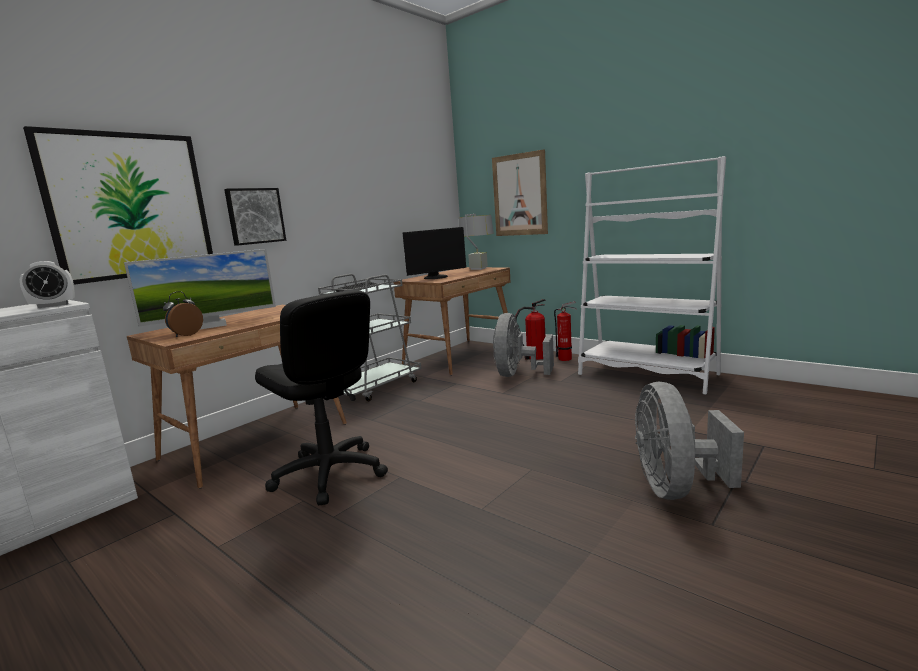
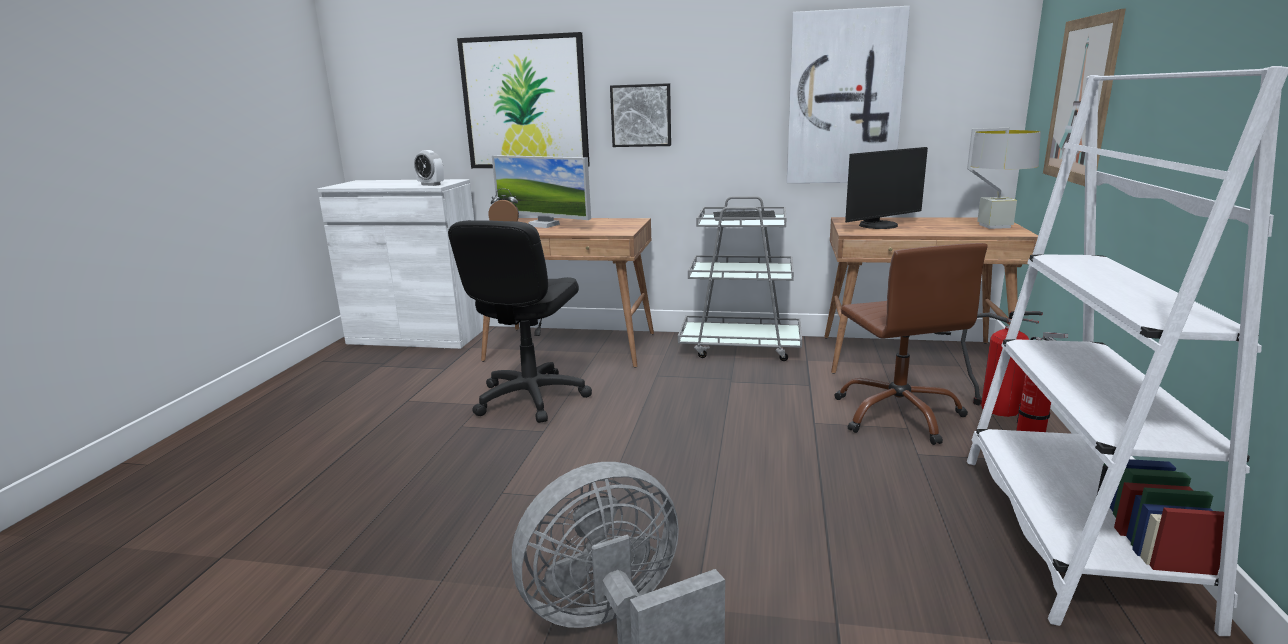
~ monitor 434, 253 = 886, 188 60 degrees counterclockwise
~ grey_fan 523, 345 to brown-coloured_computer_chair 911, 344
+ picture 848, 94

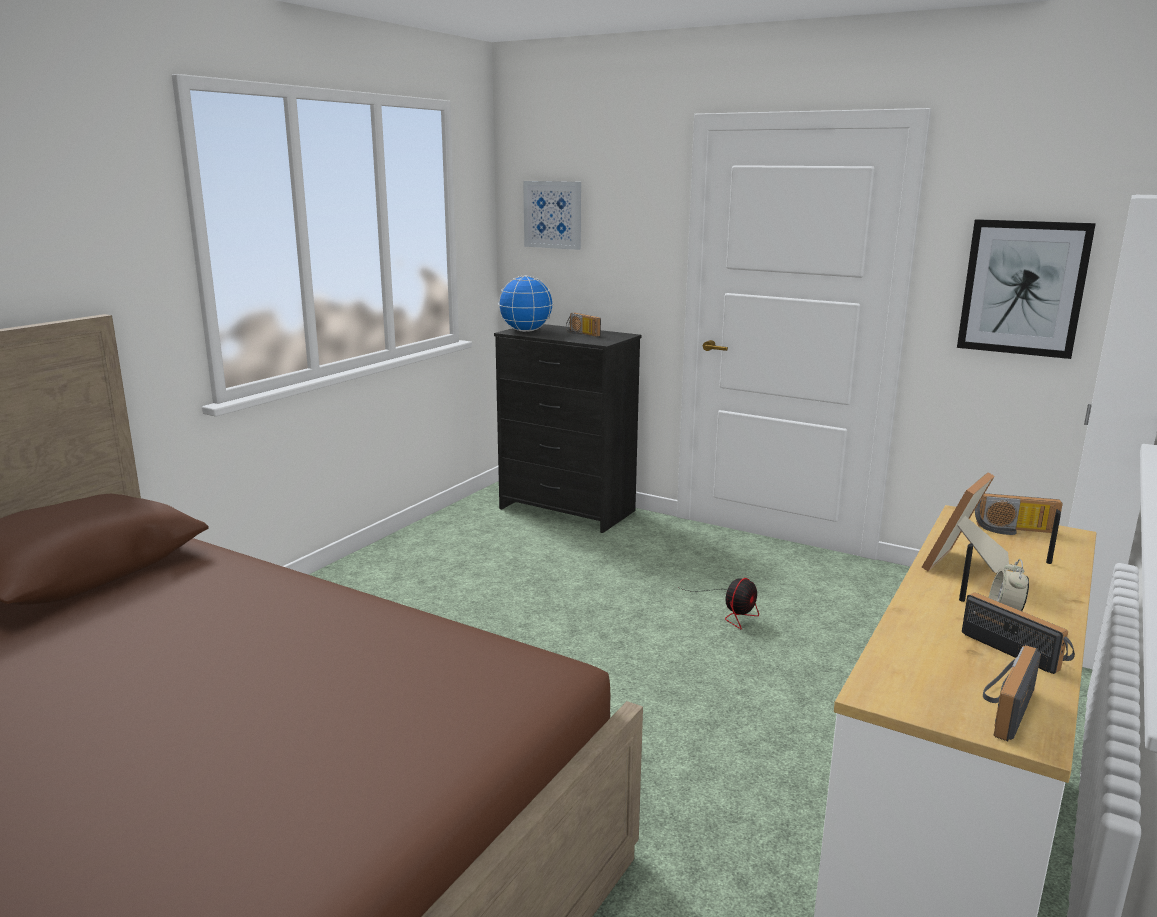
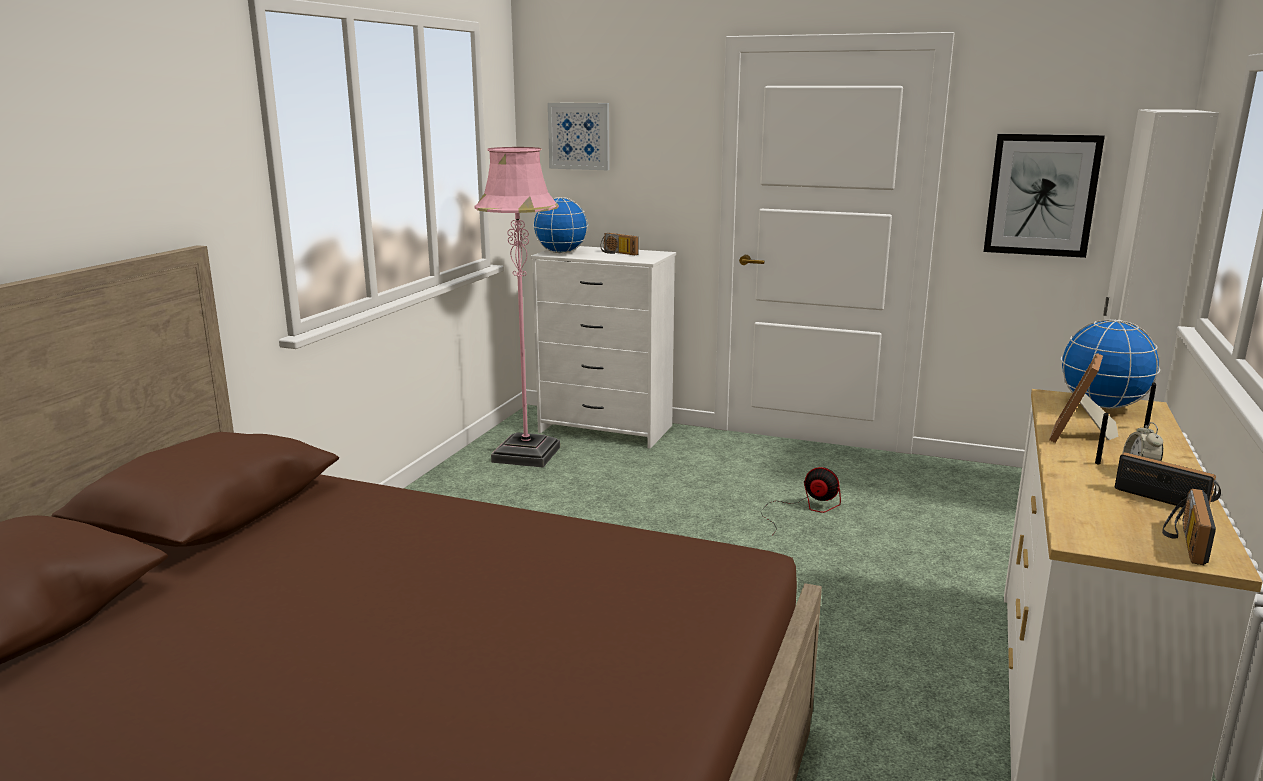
~ black_dresser 568, 428 to white-coloured_dresser 603, 347
~ fan 719, 603 = 801, 500 90 degrees counterclockwise
~ radio 1019, 514 to desk_globe 1110, 364
+ pinkish_floor_lamp 517, 307

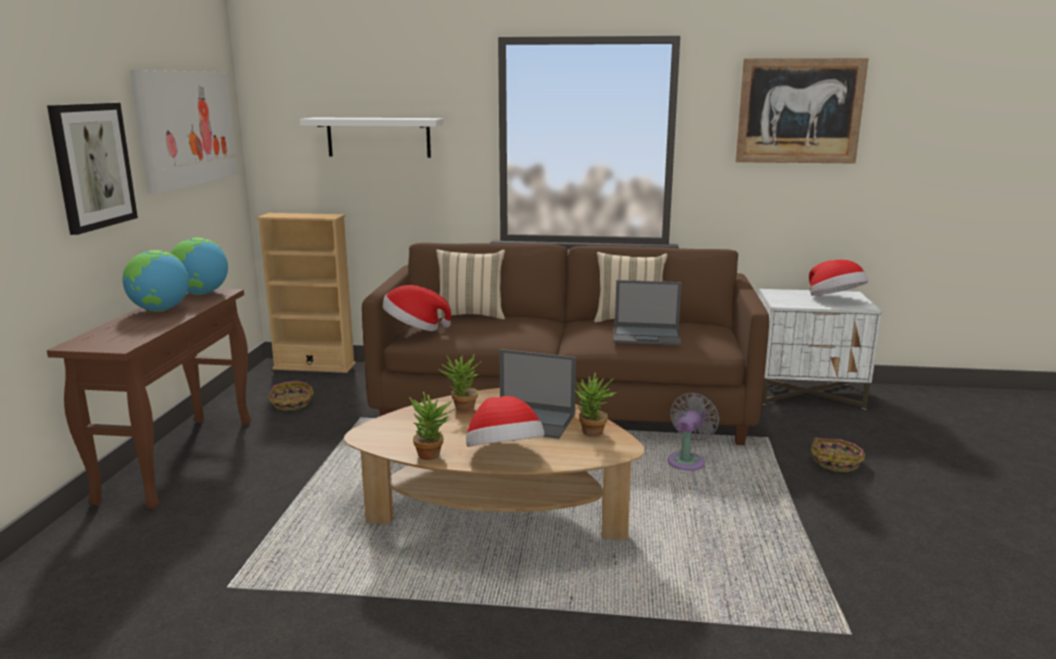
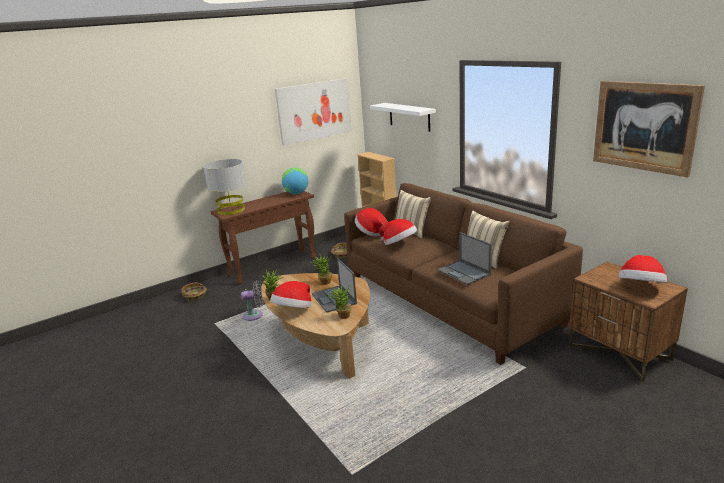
- picture 92, 169
- desk_globe 156, 281
~ grey_fan 693, 431 to 252, 301
~ white-coloured_nightstand 820, 349 to brown-coloured_nightstand 628, 322
~ storage_basket 838, 454 to 196, 291
+ grey_tabletop_lamp 224, 187
+ wearable_hat 398, 232

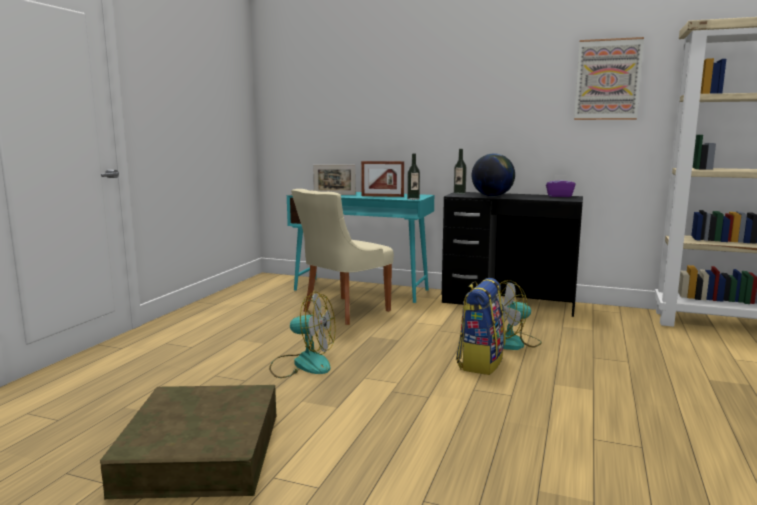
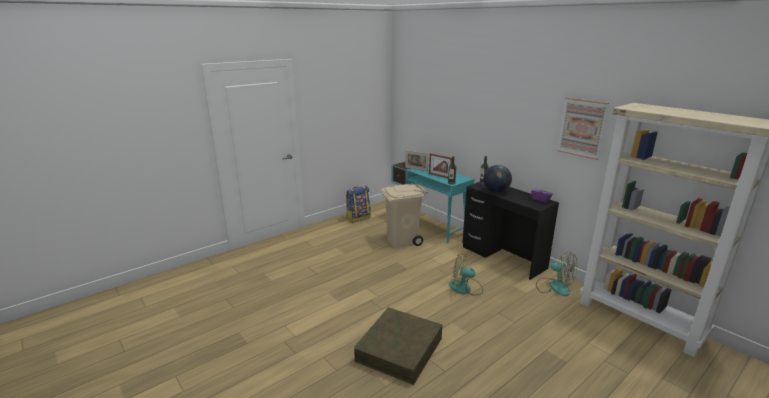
~ brown-coloured_storage_container 188, 442 to 398, 346
~ fan 302, 335 to 556, 273
~ beige-coloured_plain_chair 342, 257 to beige-coloured_waste_bin 404, 216
~ knapsack 480, 326 to 358, 204

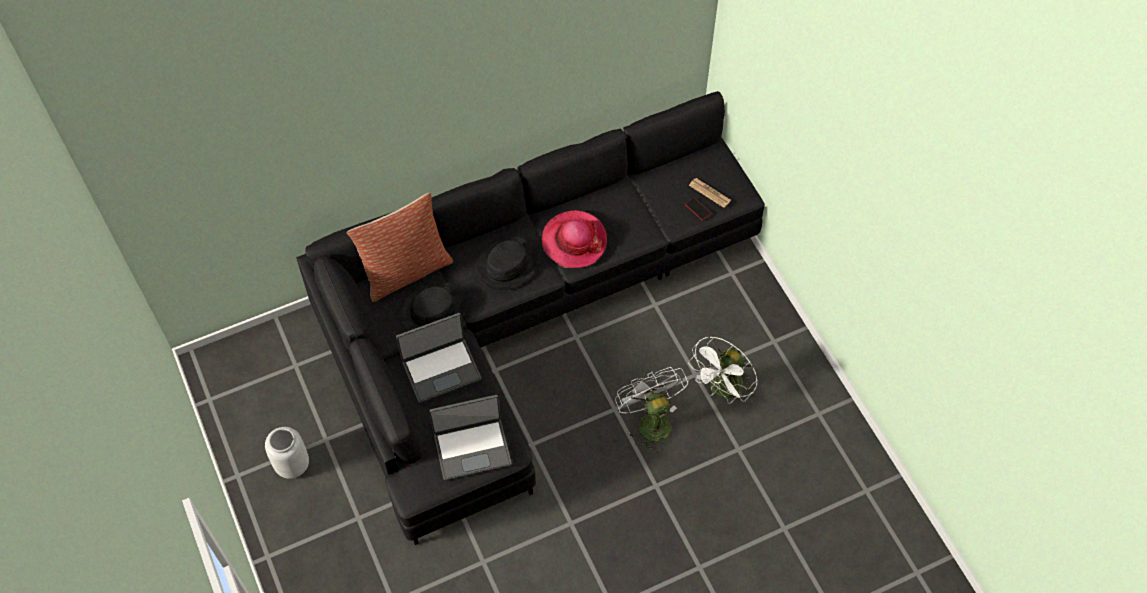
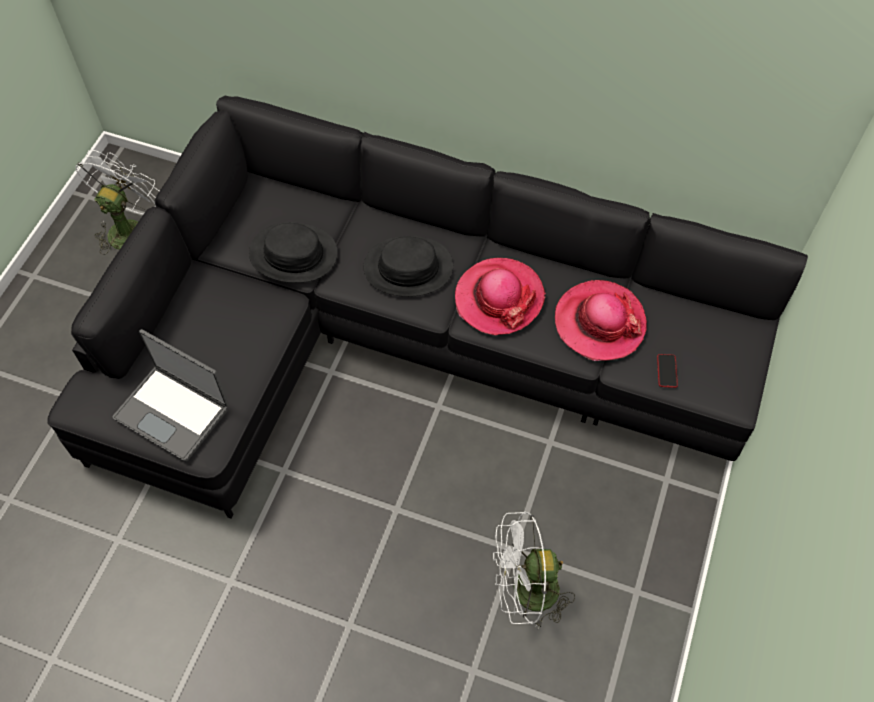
- grey_decorative_vase 287, 453
- cushion 400, 247
- notebook_computer 438, 358
~ white-coloured_fan 651, 410 to 117, 202
- newspaper 710, 193
+ wearable_hat 601, 320

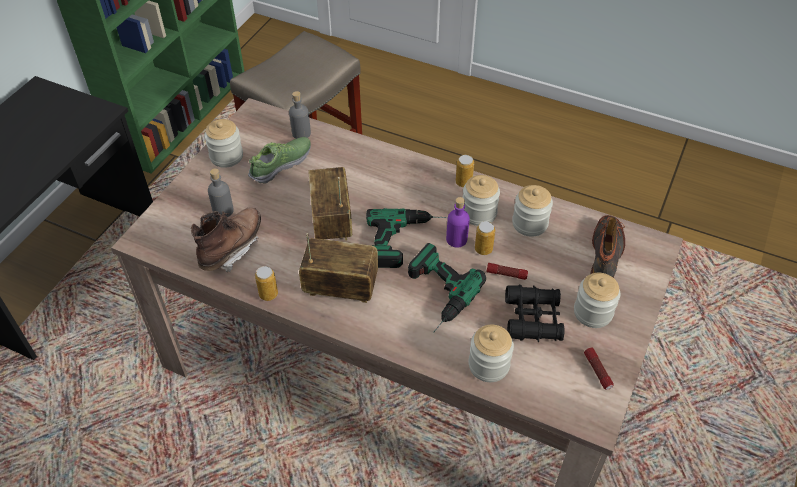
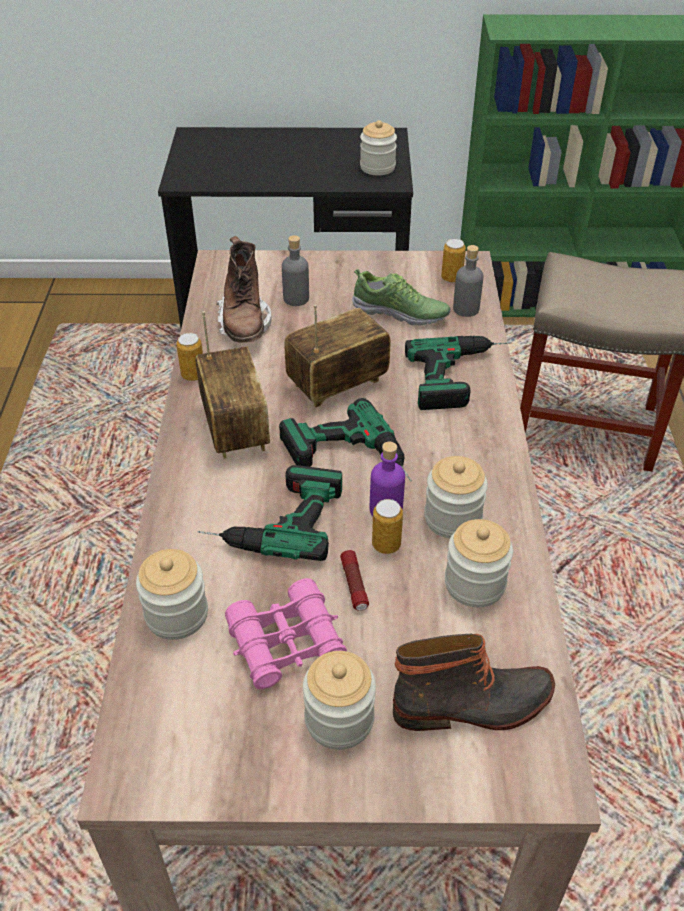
~ brown-coloured_high-top_boot 226, 239 = 244, 289 75 degrees clockwise
~ jar 223, 143 to 378, 147
~ sealed_can 465, 171 to 453, 260
~ black_field_glasses 535, 313 to pinkish_field_glasses 286, 633
- flashlight 599, 369
+ drill 458, 373

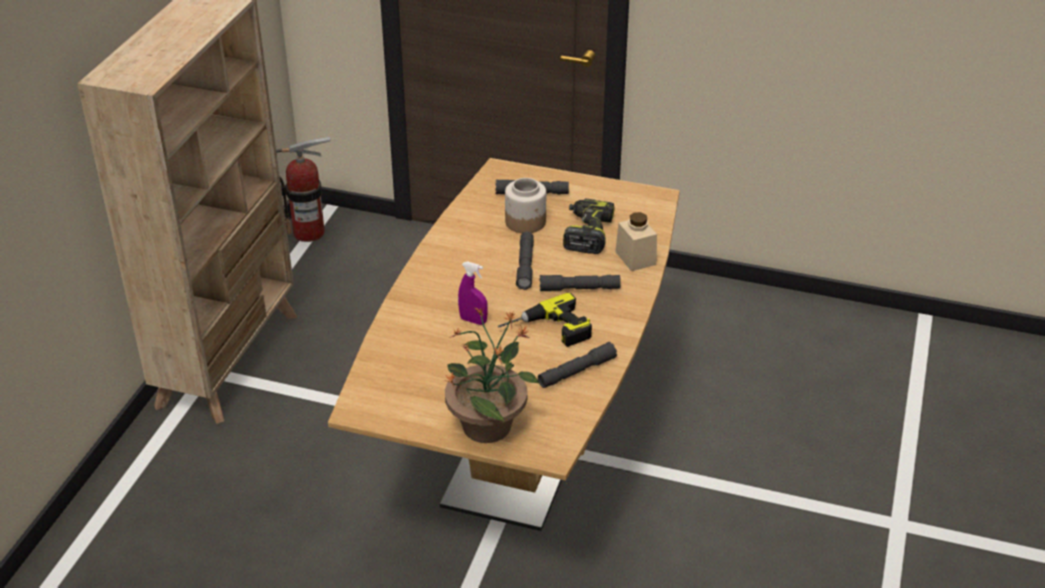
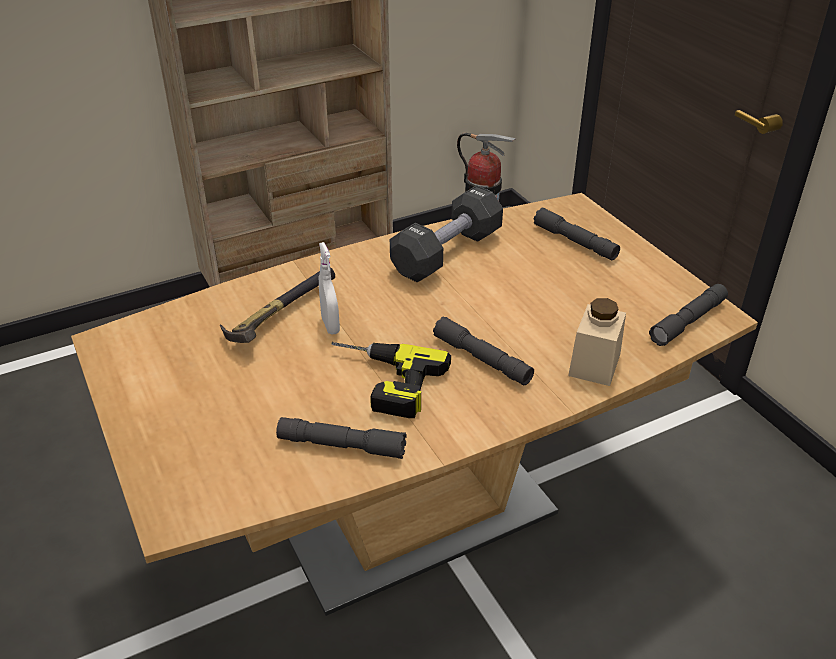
- potted_plant 492, 375
~ purplish_spray_bottle 473, 293 to white-coloured_spray_bottle 329, 288
- jar 525, 205
~ grey_flashlight 525, 261 to 688, 315
- drill 589, 226
+ tool_hammer 277, 305
+ black_dumbbell 446, 233

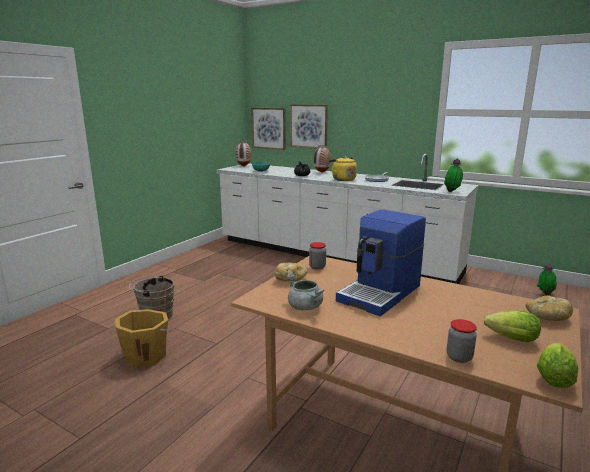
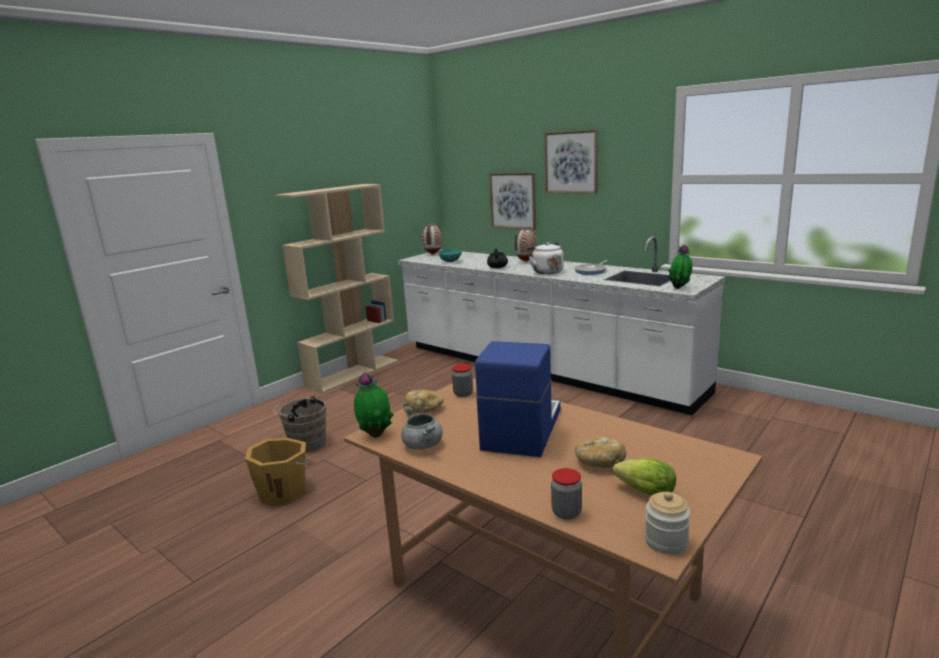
~ picture 268, 129 to 571, 162
~ yellow_kettle 342, 168 to white-coloured_kettle 545, 258
~ coffee_brewer 381, 262 = 517, 399 150 degrees clockwise
~ bakery_bread 549, 308 to 600, 452
~ potted_plant 547, 279 to 374, 405
~ lettuce_head 558, 365 to jar 667, 523
+ beige-coloured_bookcase 336, 289

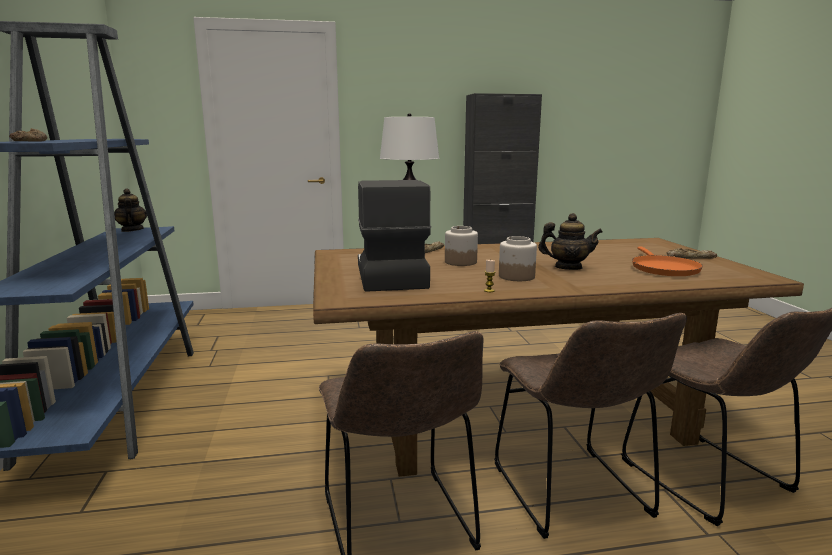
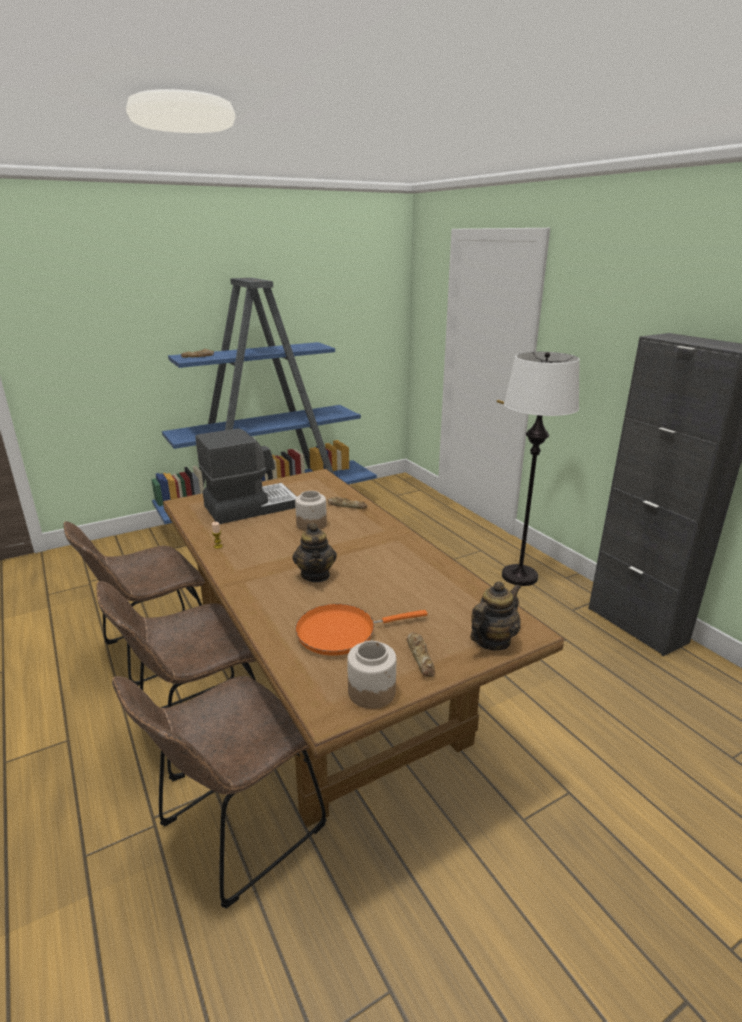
~ teapot 130, 210 to 495, 616
~ jar 518, 258 to 371, 675

